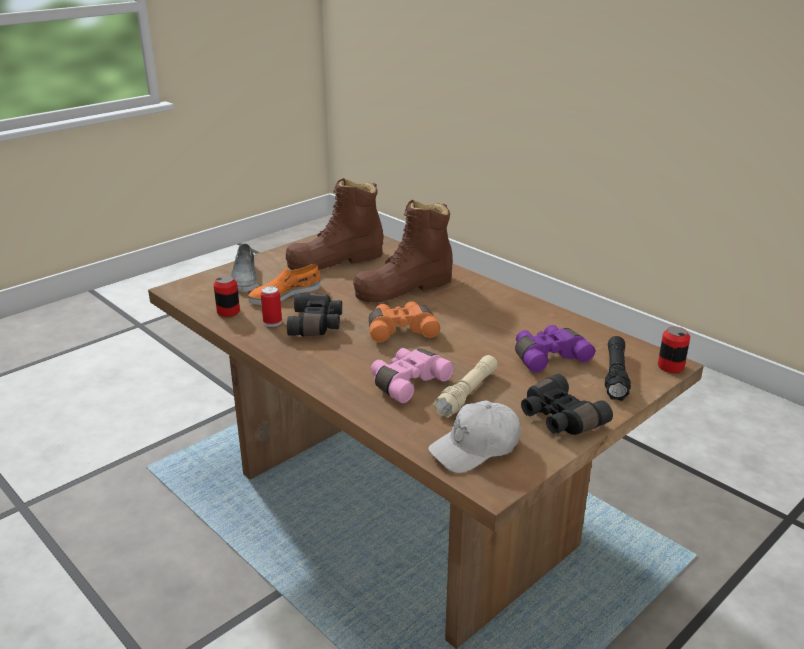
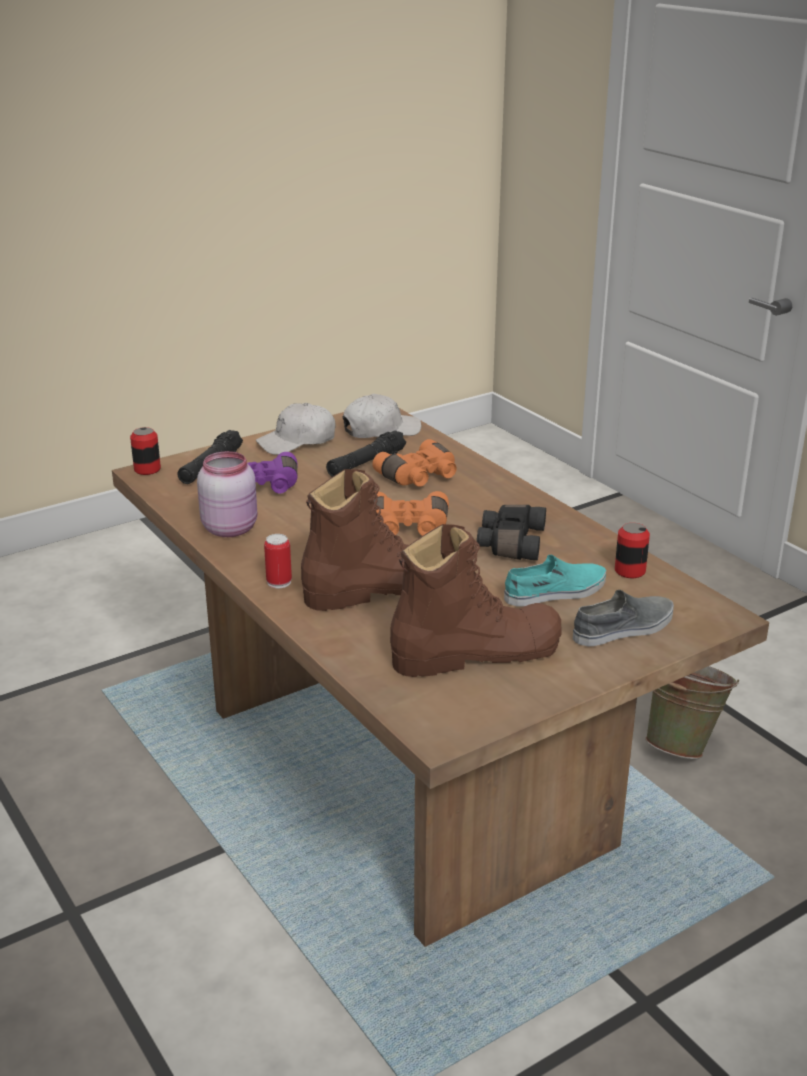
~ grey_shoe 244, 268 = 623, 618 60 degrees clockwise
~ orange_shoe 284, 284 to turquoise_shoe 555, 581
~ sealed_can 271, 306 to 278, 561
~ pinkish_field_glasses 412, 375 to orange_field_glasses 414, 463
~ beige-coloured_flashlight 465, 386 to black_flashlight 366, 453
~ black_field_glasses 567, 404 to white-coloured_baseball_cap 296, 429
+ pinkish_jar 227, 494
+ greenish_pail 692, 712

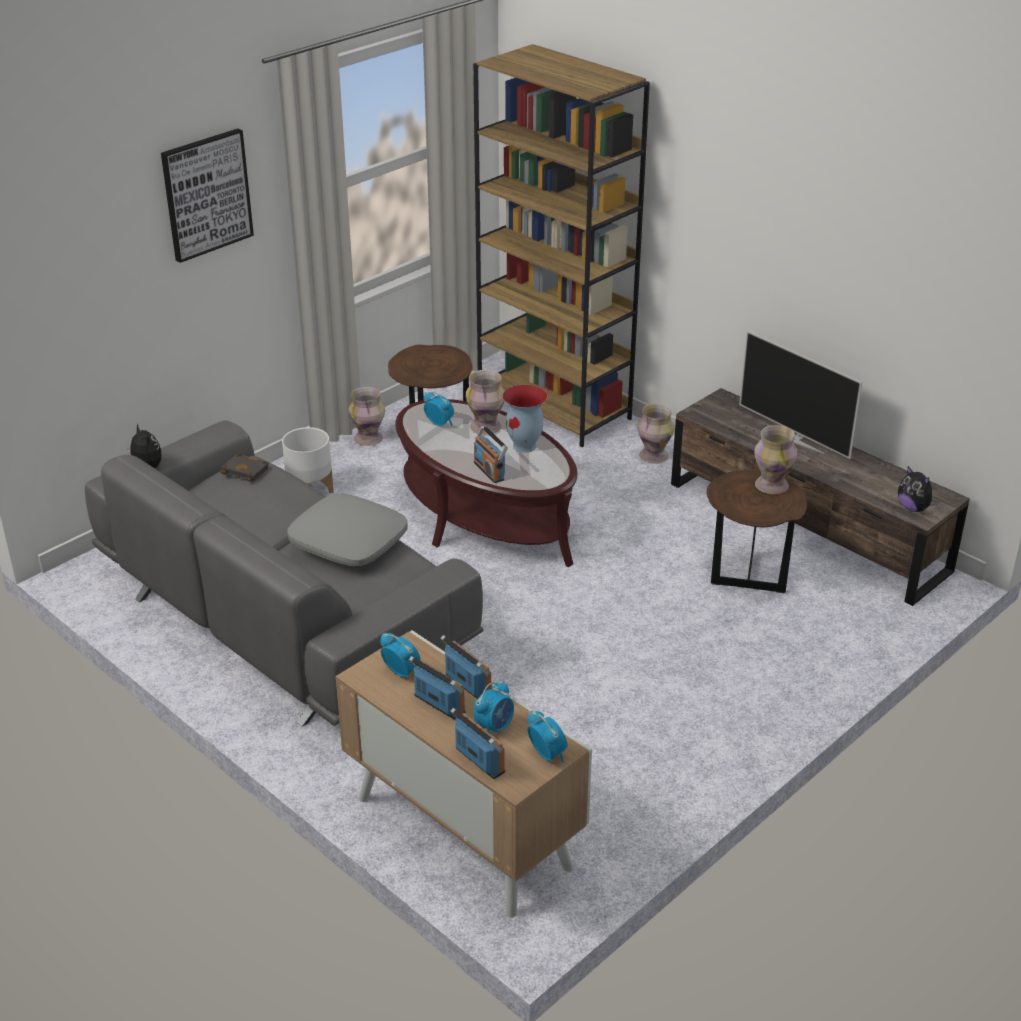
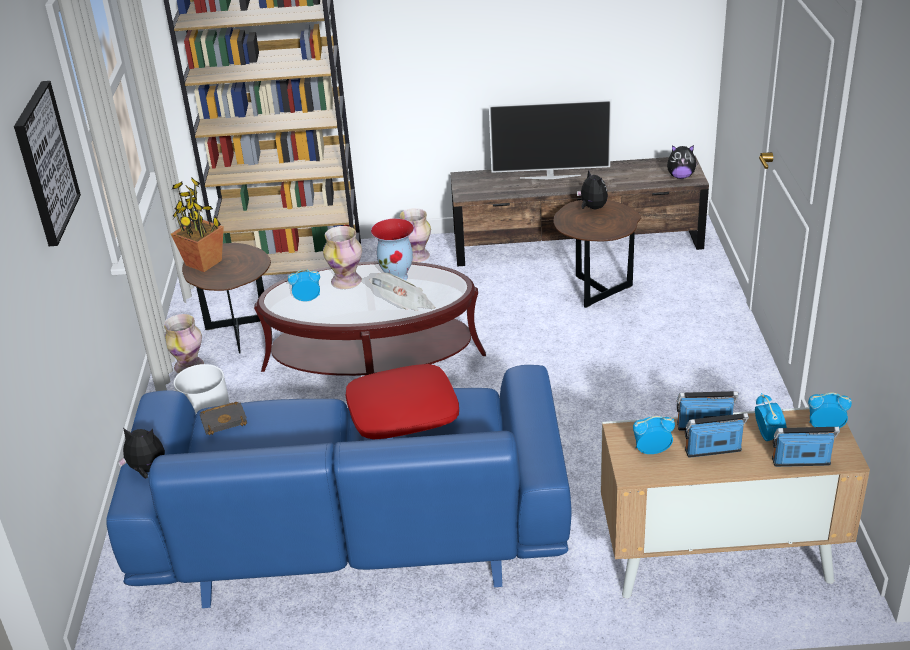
~ grey_couch 284, 573 to blue_couch 338, 486
~ grey_cushion 347, 529 to red-coloured_cushion 402, 401
~ radio 491, 454 to newspaper 402, 292
~ decorative_vase 775, 459 to plush_toy 592, 189
+ potted_plant 197, 225

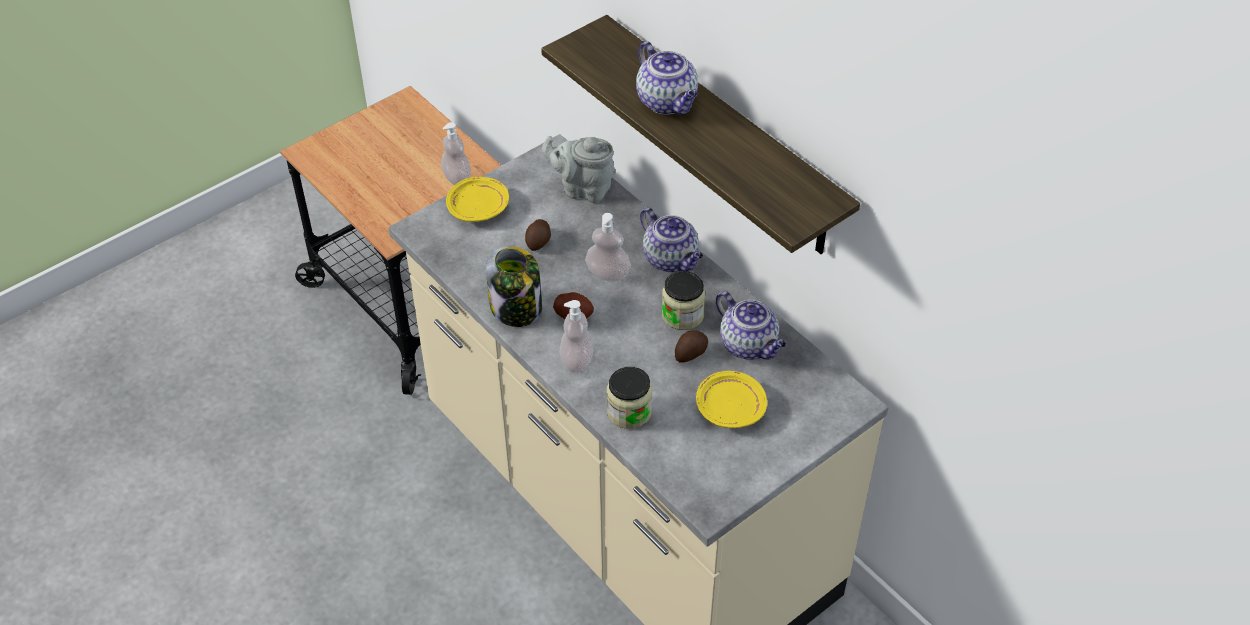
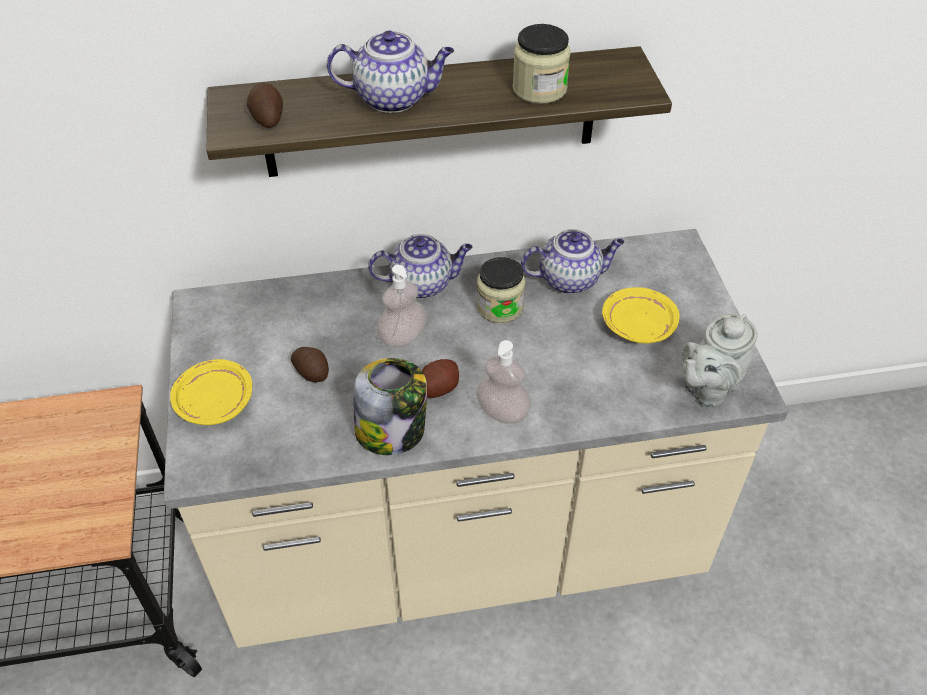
- soap_dispenser 456, 153
~ grey_teapot 579, 169 to 719, 361
~ jar 629, 398 to 542, 64
~ whole_potato 691, 346 to 265, 105

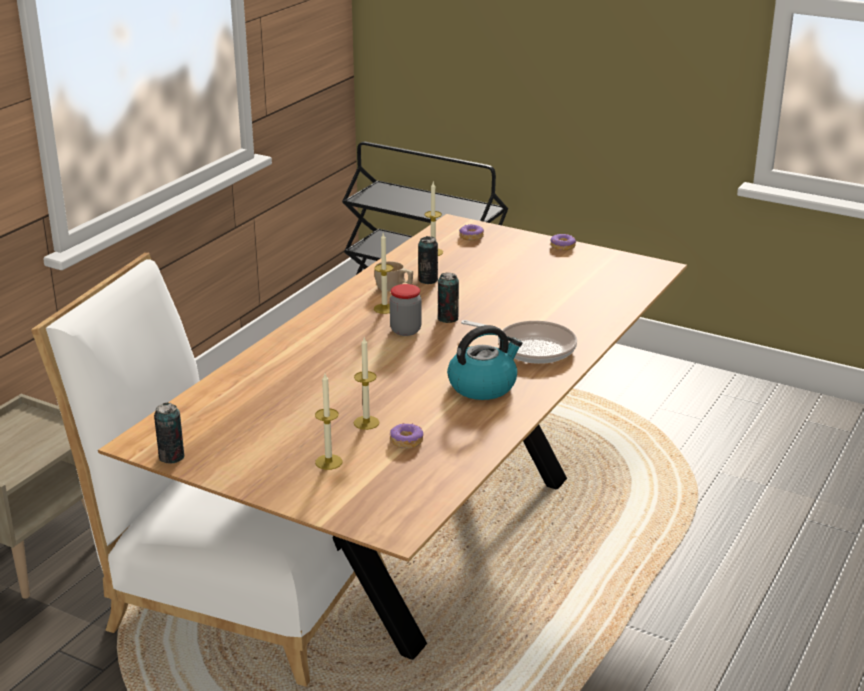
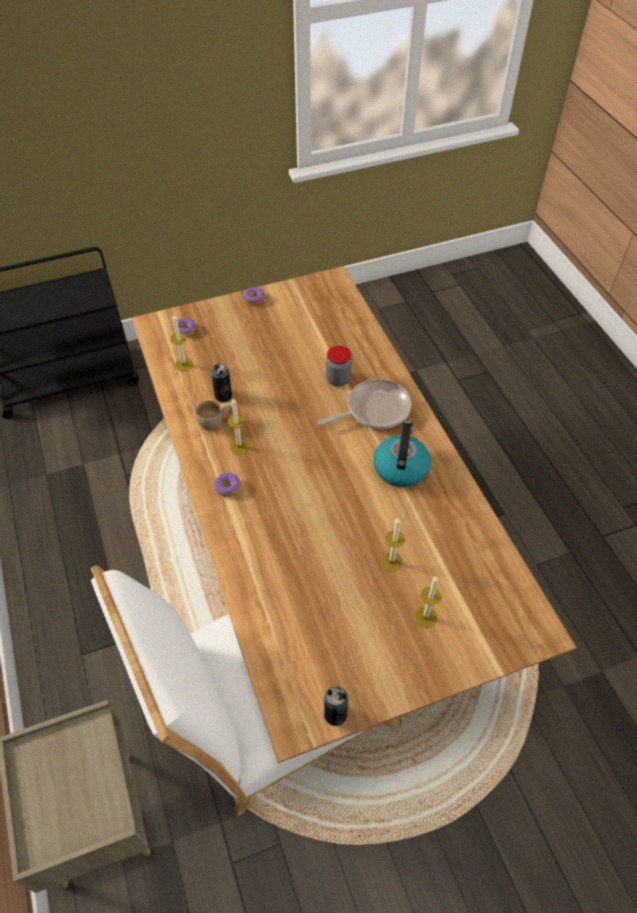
~ jar 406, 310 to 339, 366
~ donut 407, 436 to 227, 484
- sealed_can 448, 297

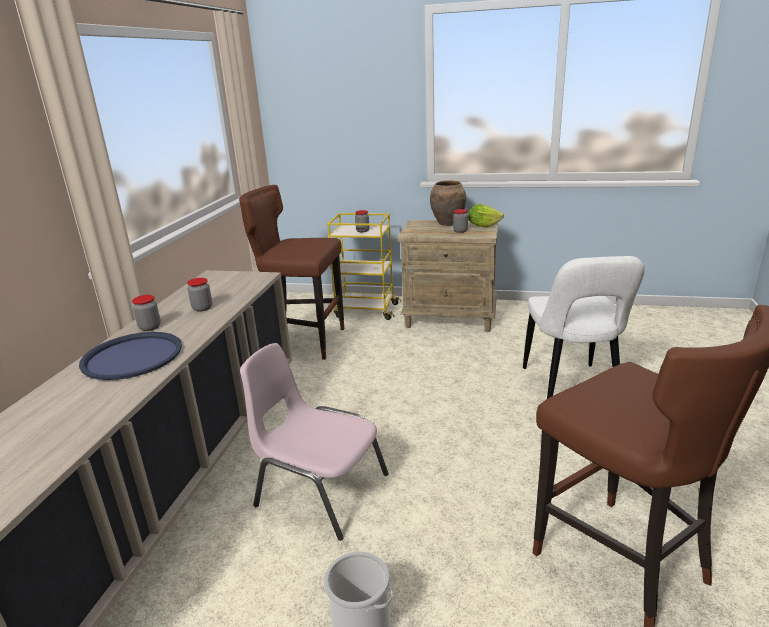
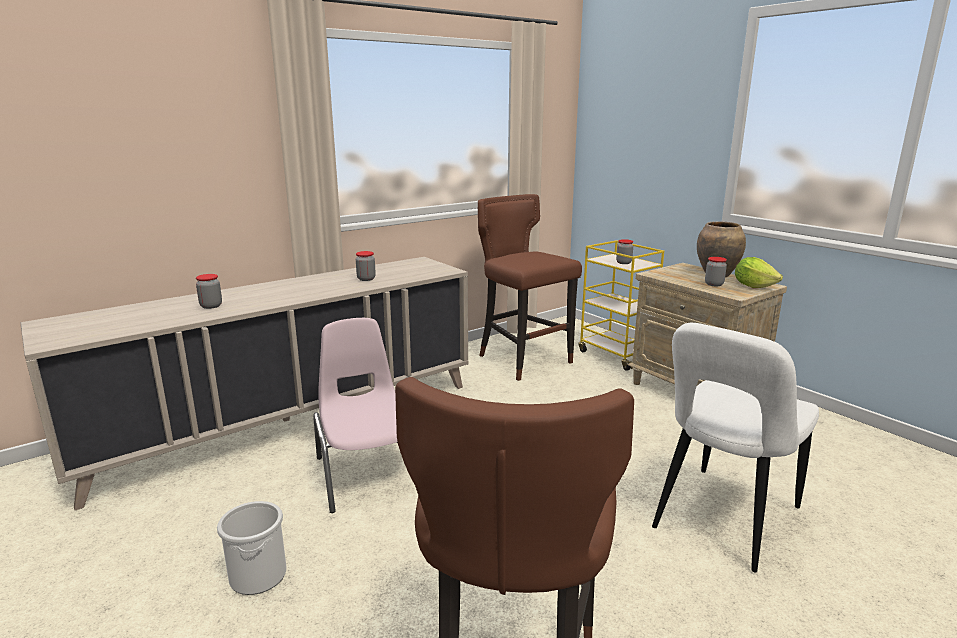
- blue_carrying_tray 130, 356
~ jar 146, 313 to 209, 291

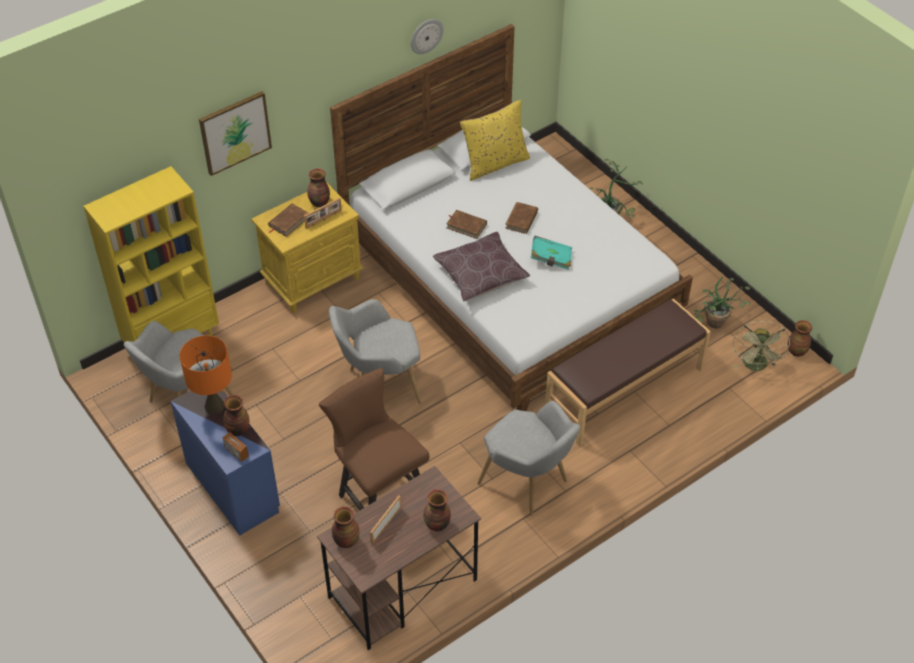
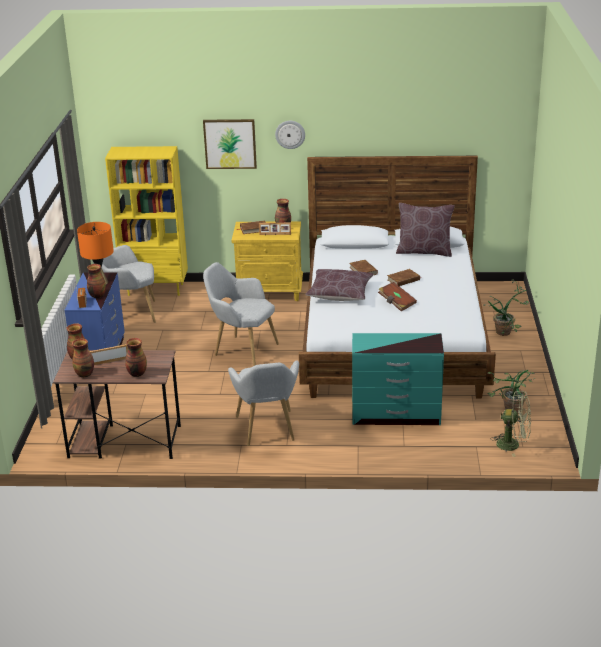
- brown-coloured_plain_chair 374, 439
~ clock_on_the_wall 427, 36 to 290, 135
~ yellow_cushion 495, 140 to brown-coloured_cushion 425, 230
~ turquoise_book 551, 253 to brown-coloured_book 397, 296
~ brown-coloured_long_seat 628, 372 to turquoise_dresser 398, 379
~ greenish_fan 761, 346 = 510, 424 120 degrees counterclockwise
~ decorative_vase 800, 338 to 83, 357

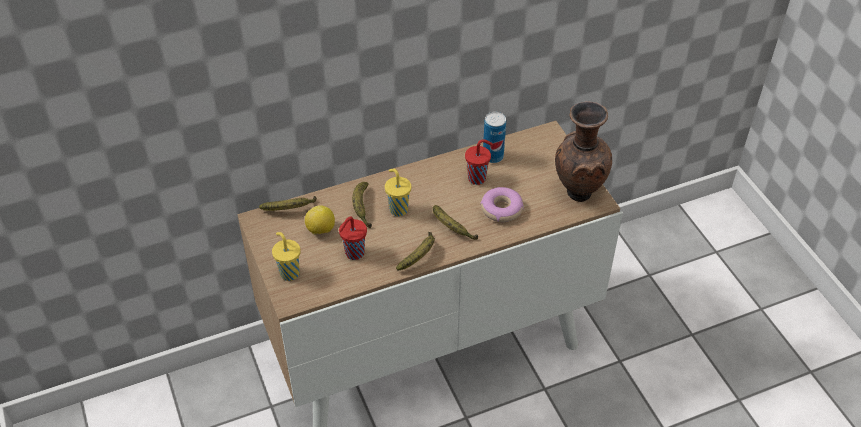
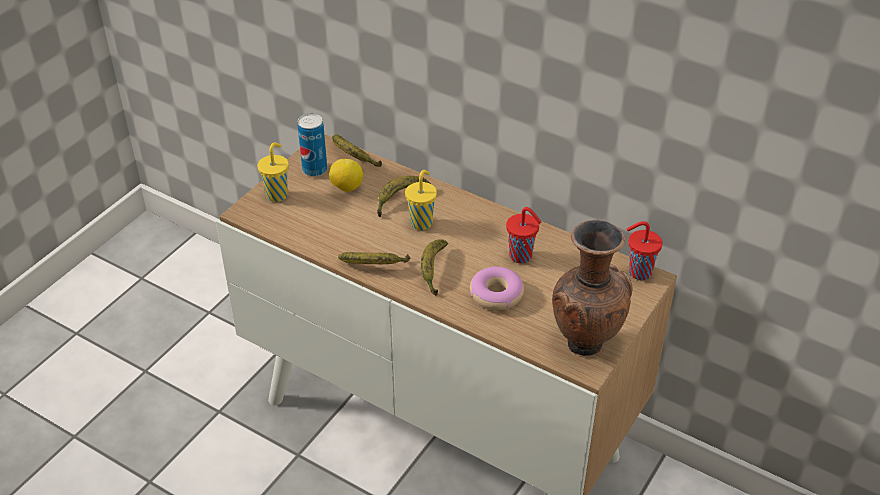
~ red-coloured_cup 353, 238 to 645, 250
~ sealed_can 494, 137 to 312, 145

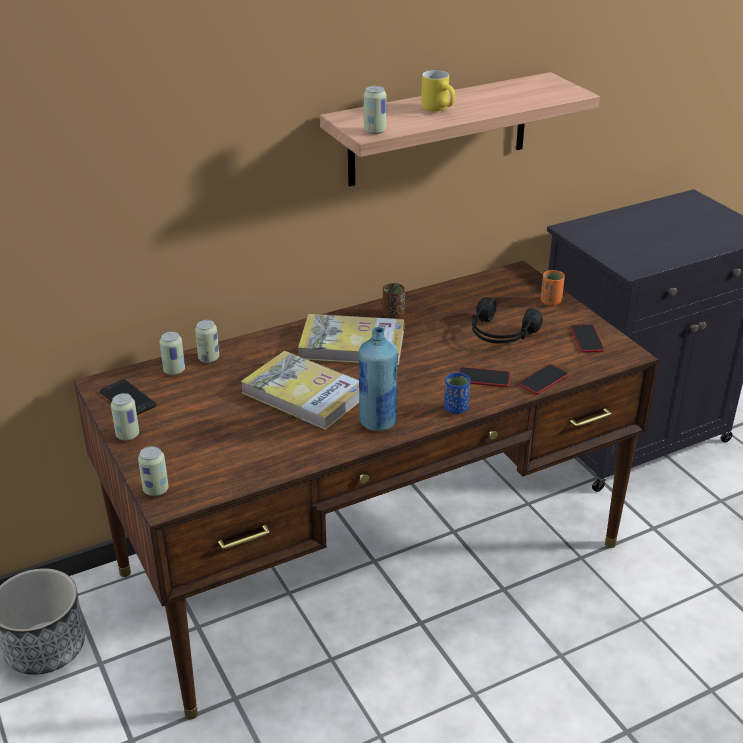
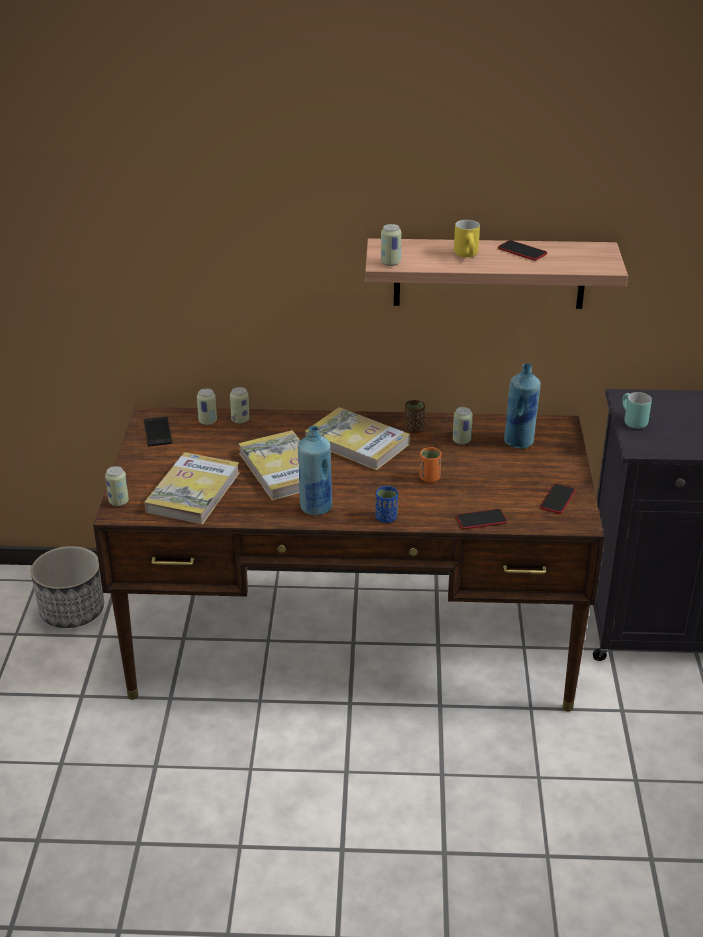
~ sealed_can 125, 417 to 463, 425
~ handset 484, 377 to 522, 250
- black_headset 507, 320
~ orange_cup 553, 288 to 430, 465
+ book 192, 488
+ blue_bottle 522, 406
+ turquoise_mug 637, 410

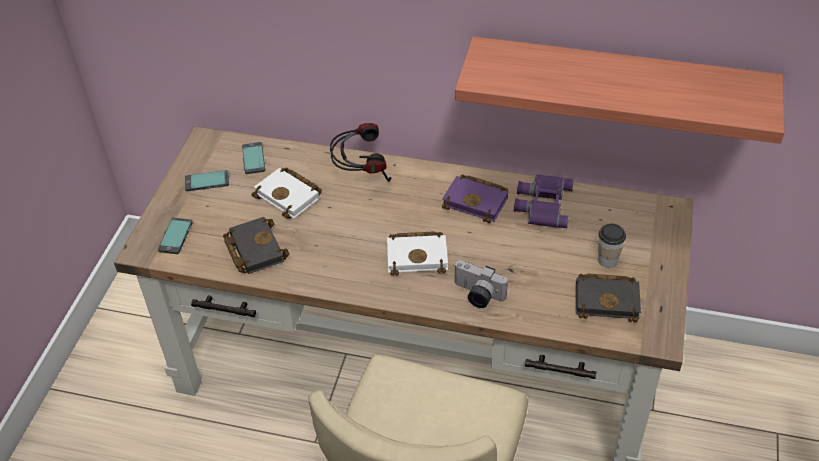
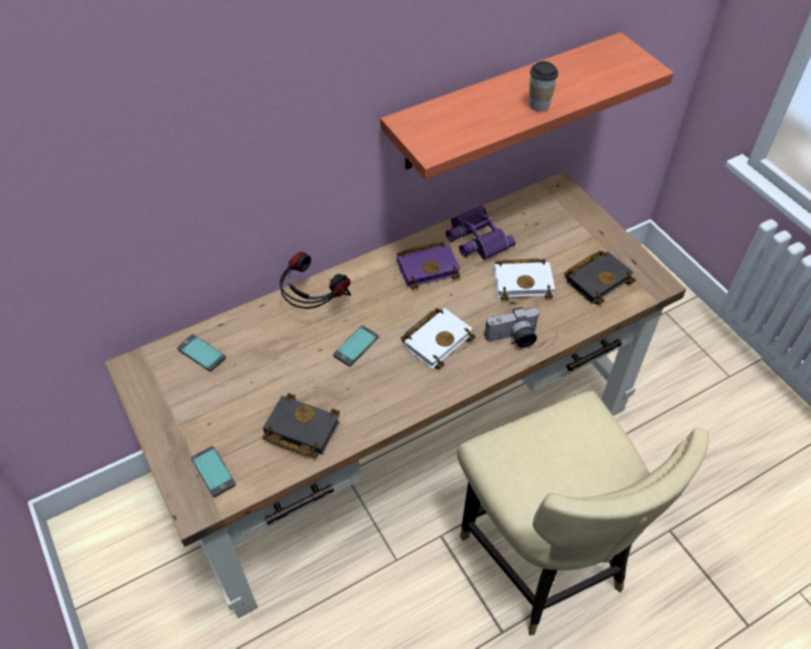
~ handset 207, 180 to 356, 345
~ white-coloured_book 286, 193 to 524, 279
~ cup 612, 246 to 543, 86

